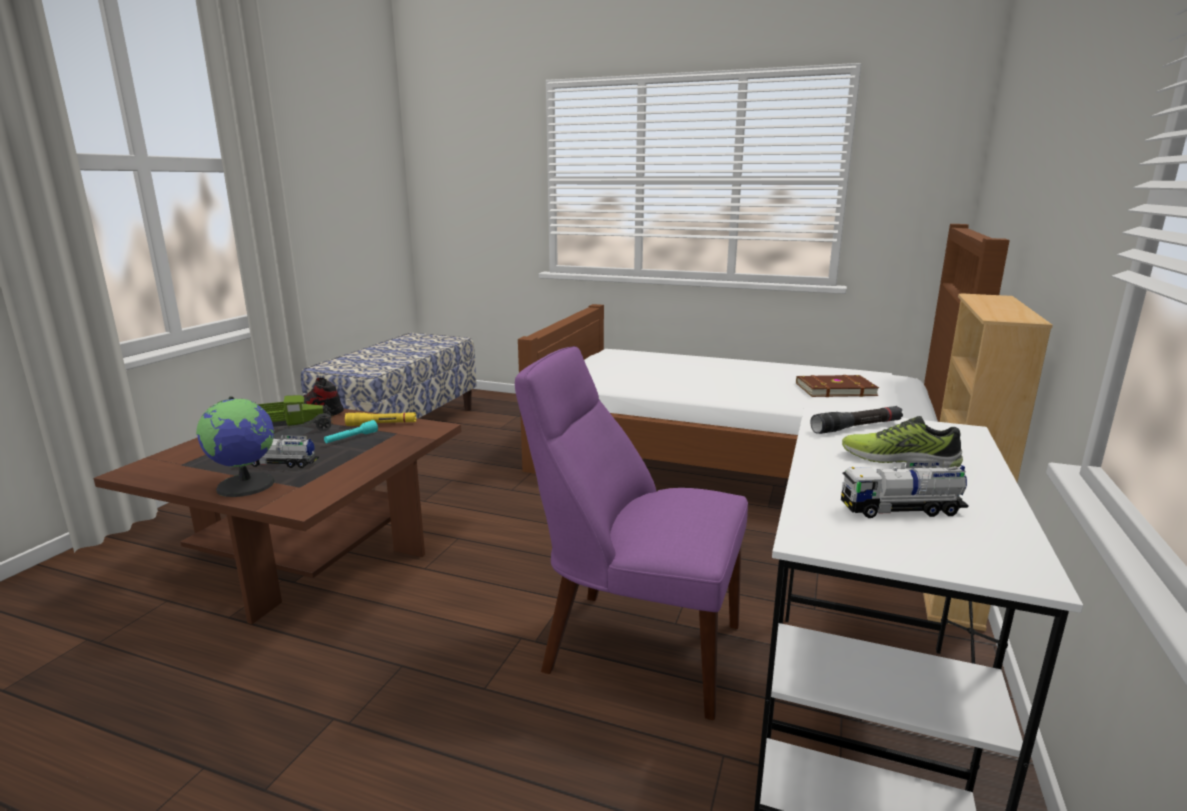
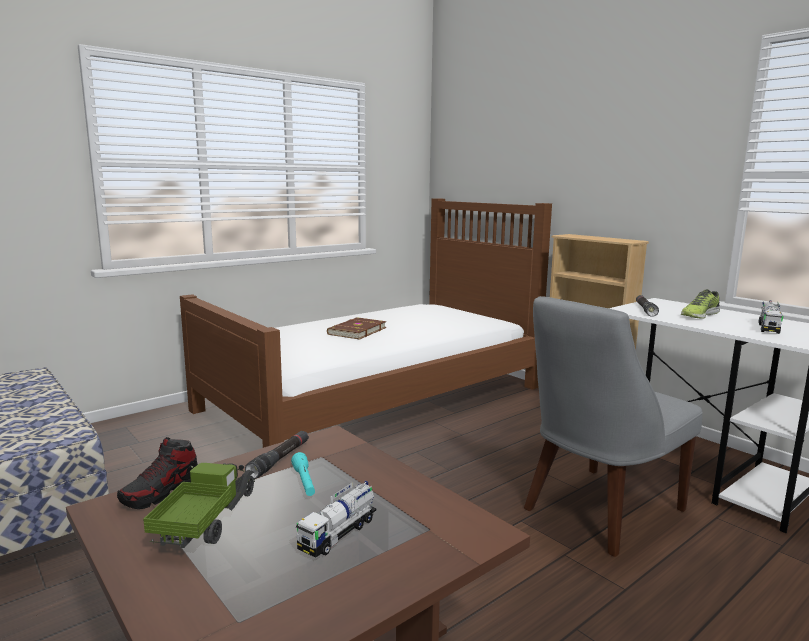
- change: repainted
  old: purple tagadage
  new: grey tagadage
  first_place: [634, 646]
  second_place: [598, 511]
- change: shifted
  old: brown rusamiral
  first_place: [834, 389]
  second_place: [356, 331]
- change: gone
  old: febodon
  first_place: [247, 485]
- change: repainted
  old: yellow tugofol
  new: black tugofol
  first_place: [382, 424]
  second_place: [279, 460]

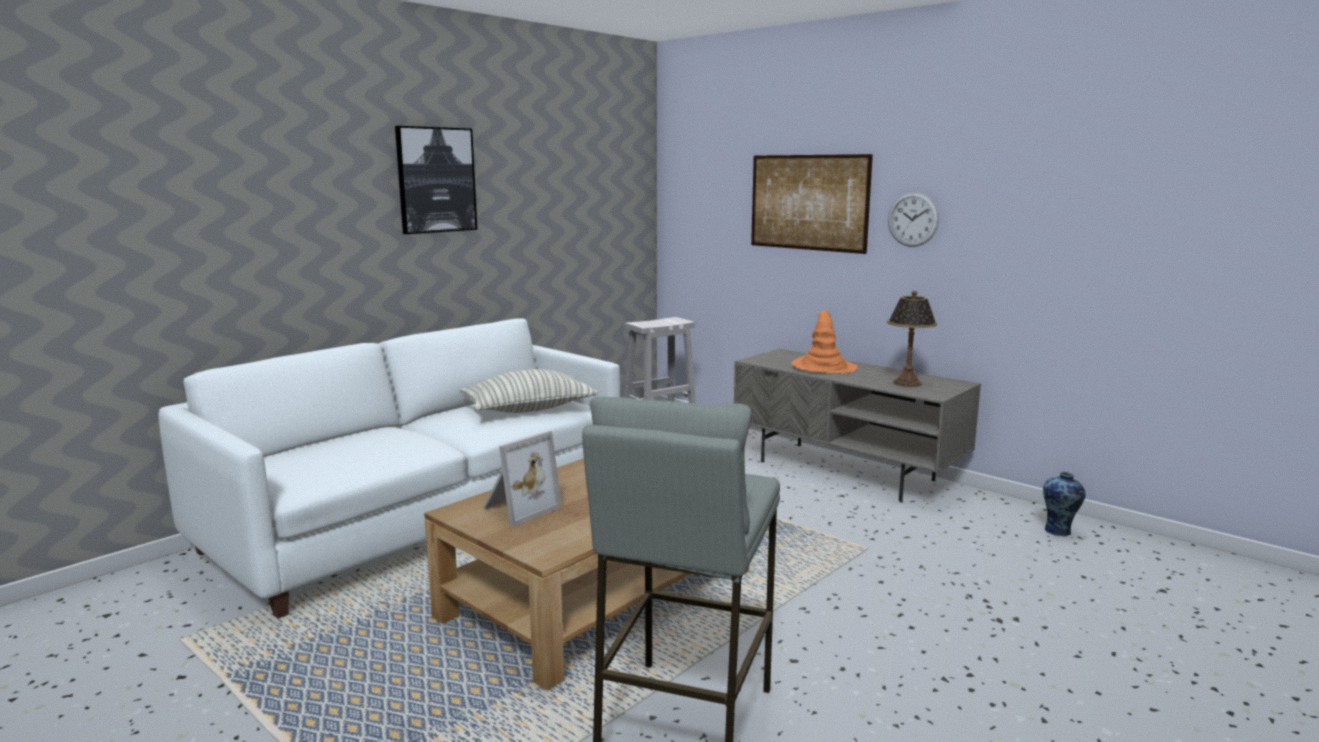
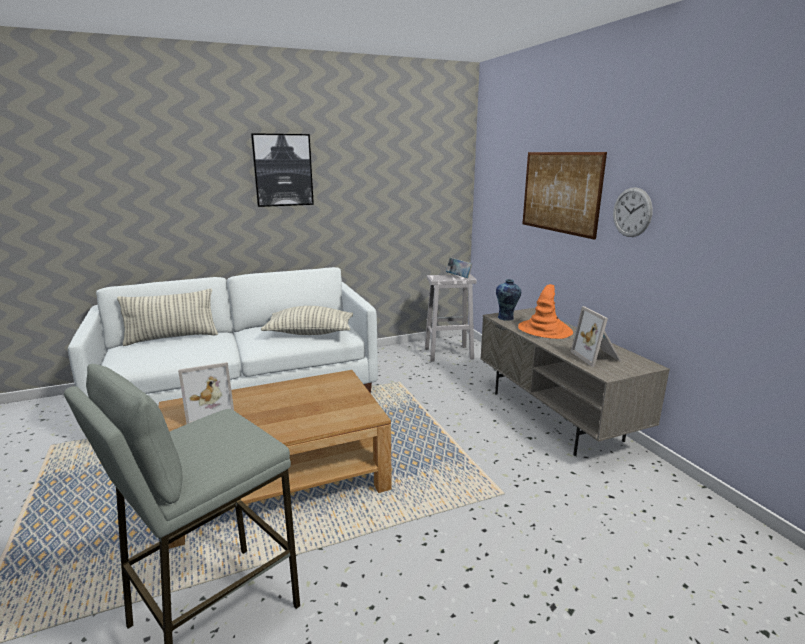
- change: swapped
  old: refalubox
  new: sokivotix
  first_place: [907, 383]
  second_place: [597, 357]
- change: shifted
  old: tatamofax
  first_place: [1059, 531]
  second_place: [506, 318]
- change: new
  new: rusamiral
  second_place: [458, 277]
- change: new
  new: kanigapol
  second_place: [172, 338]

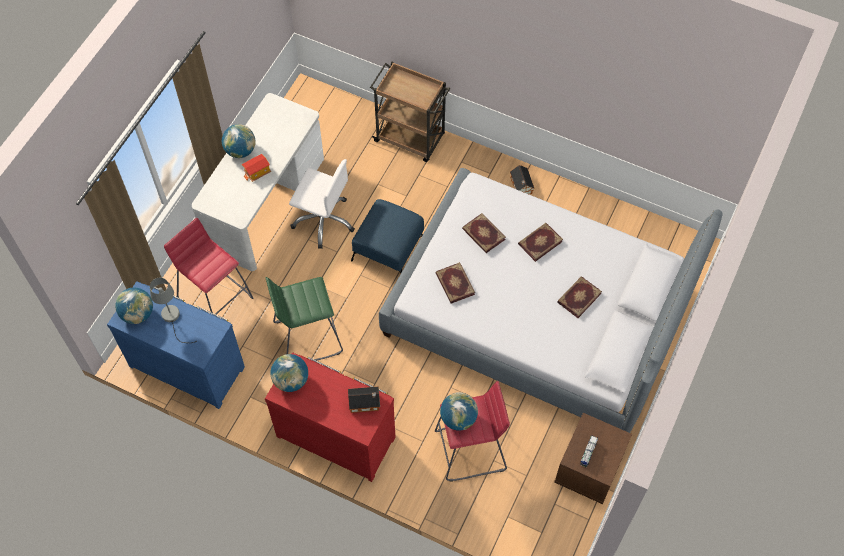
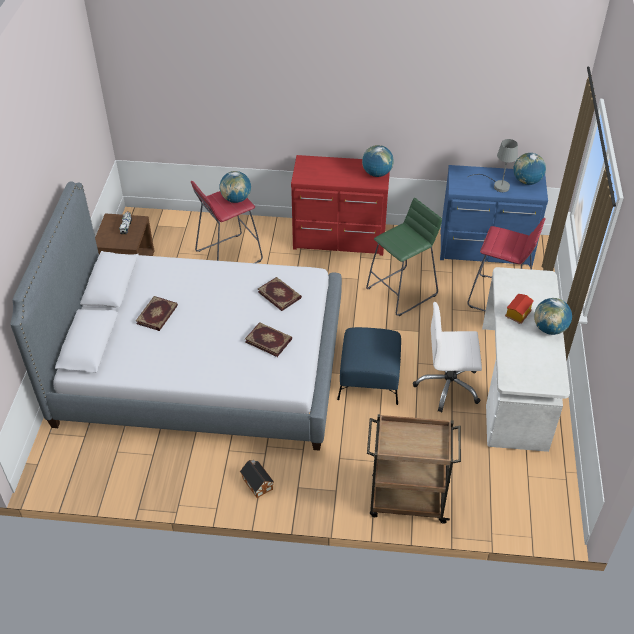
- change: gone
  old: rusamiral
  first_place: [539, 242]
- change: gone
  old: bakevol
  first_place: [365, 403]

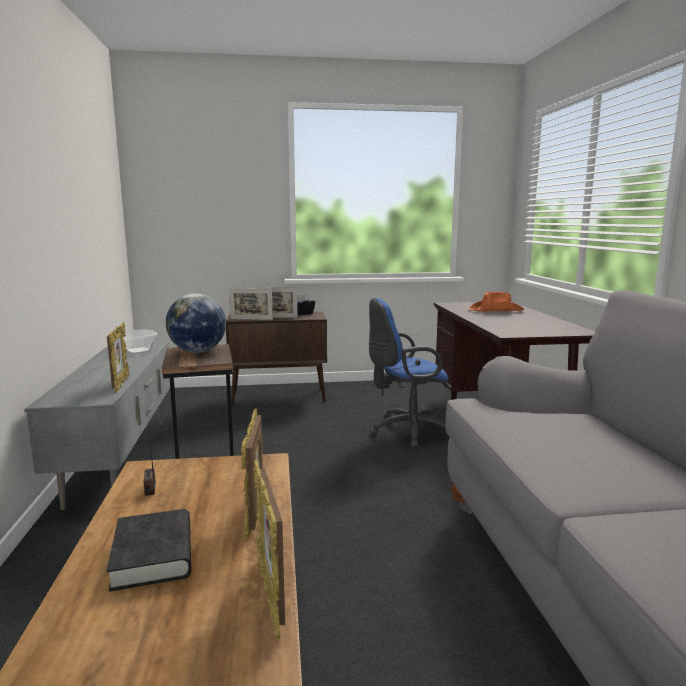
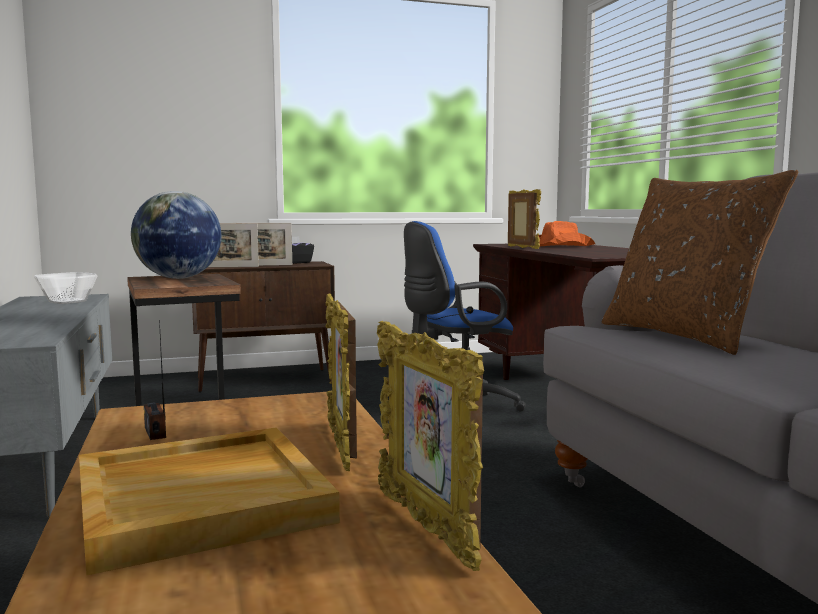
- change: shifted
  old: sokivotix
  first_place: [121, 384]
  second_place: [521, 248]
- change: swapped
  old: black rusamiral
  new: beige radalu
  first_place: [153, 555]
  second_place: [203, 499]
- change: new
  new: brown kanigapol
  second_place: [684, 336]

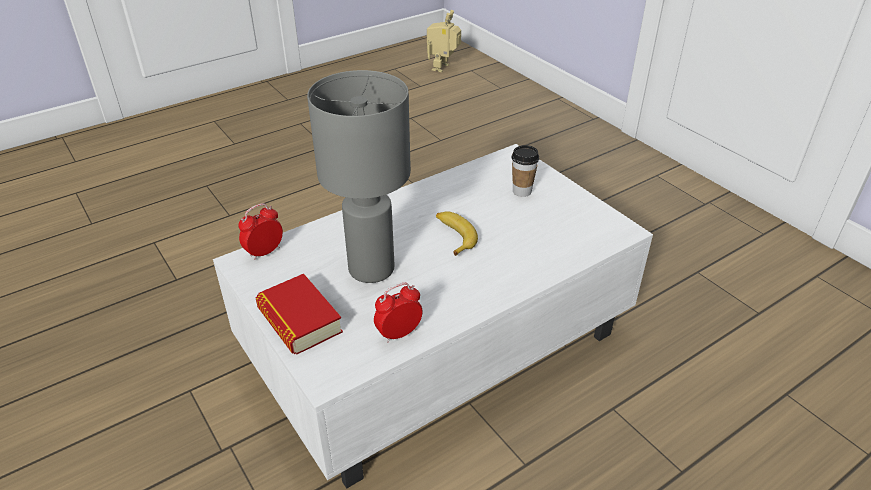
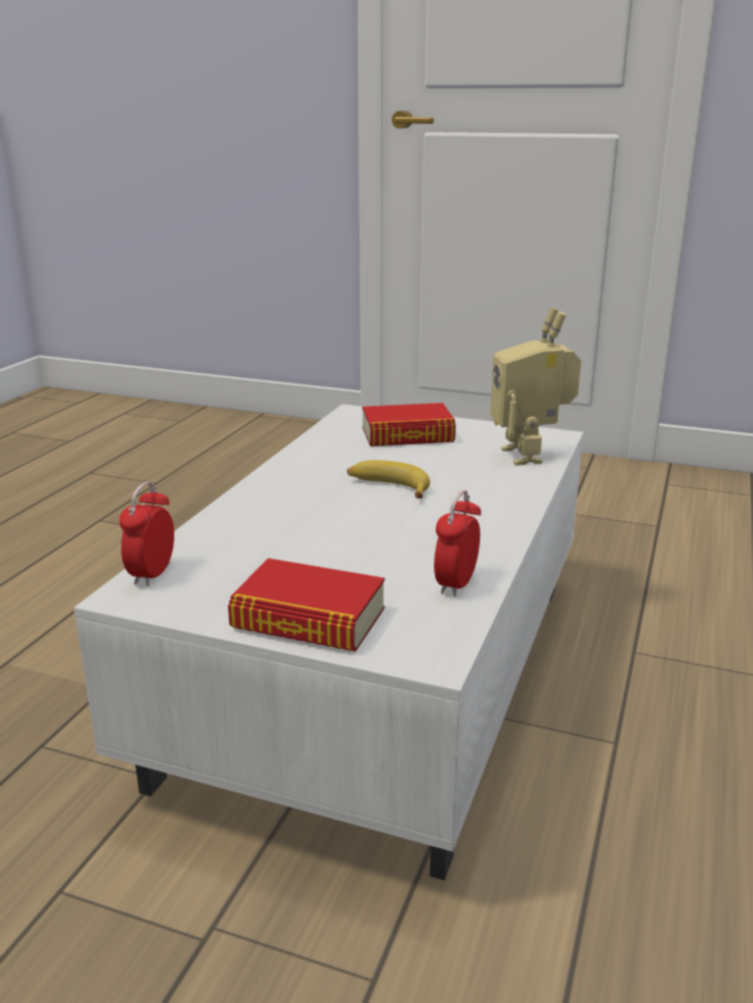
- change: shifted
  old: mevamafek
  first_place: [443, 68]
  second_place: [530, 455]
- change: gone
  old: grey refalubox
  first_place: [372, 269]
- change: swapped
  old: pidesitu
  new: rusamiral
  first_place: [522, 191]
  second_place: [407, 435]

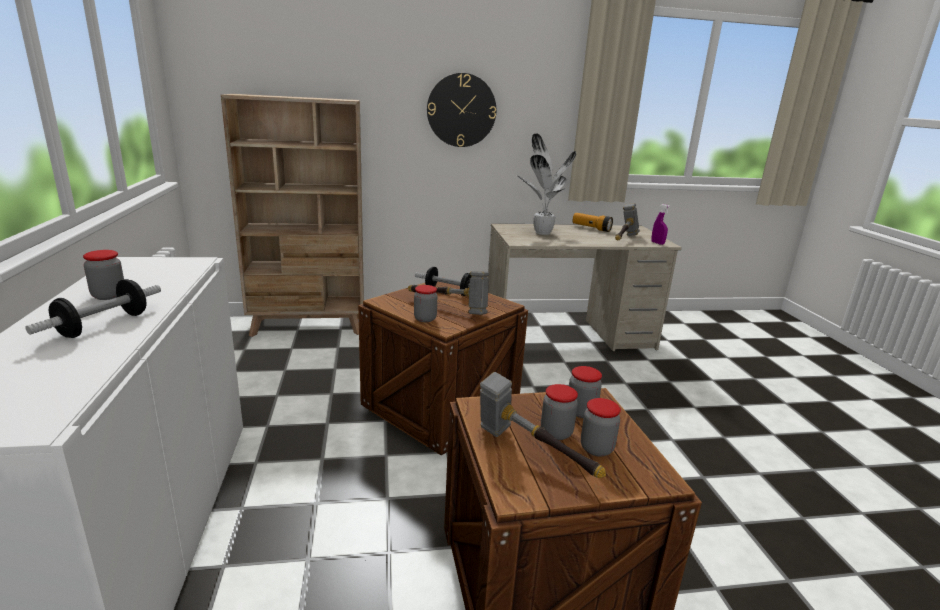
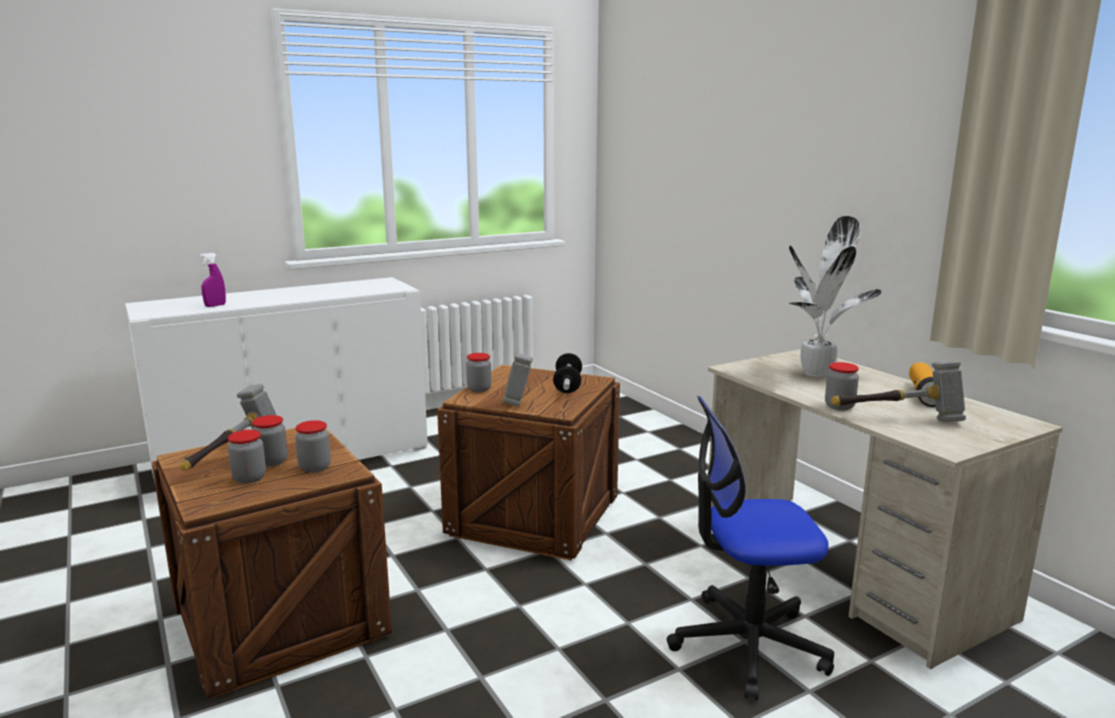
- change: gone
  old: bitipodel
  first_place: [461, 110]
- change: gone
  old: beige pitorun
  first_place: [309, 326]
- change: shifted
  old: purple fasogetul
  first_place: [657, 243]
  second_place: [215, 305]
- change: shifted
  old: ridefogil
  first_place: [109, 296]
  second_place: [839, 406]
- change: gone
  old: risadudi
  first_place: [103, 325]
- change: new
  new: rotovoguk
  second_place: [747, 644]

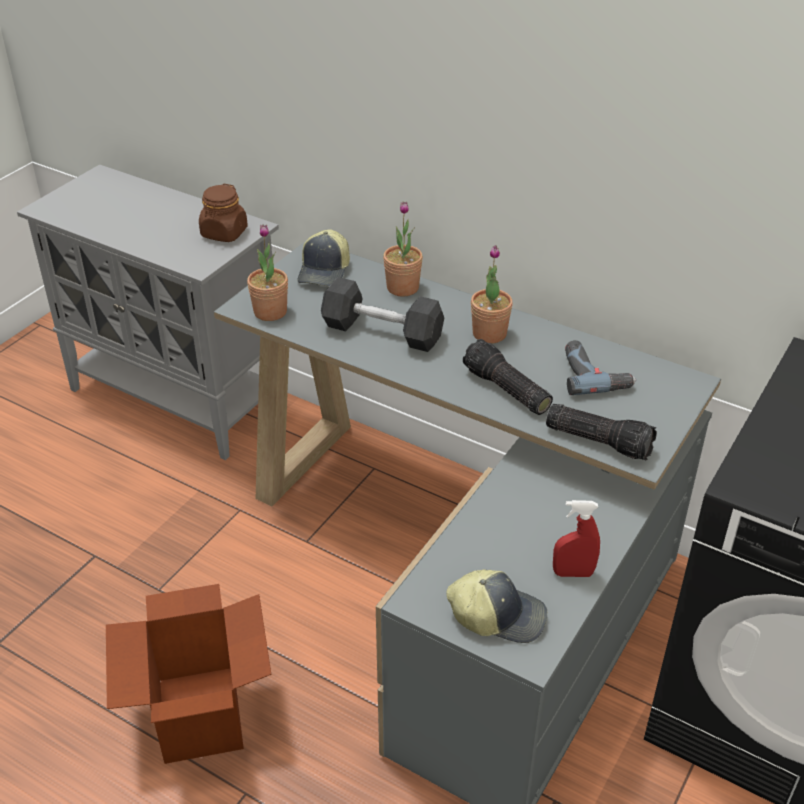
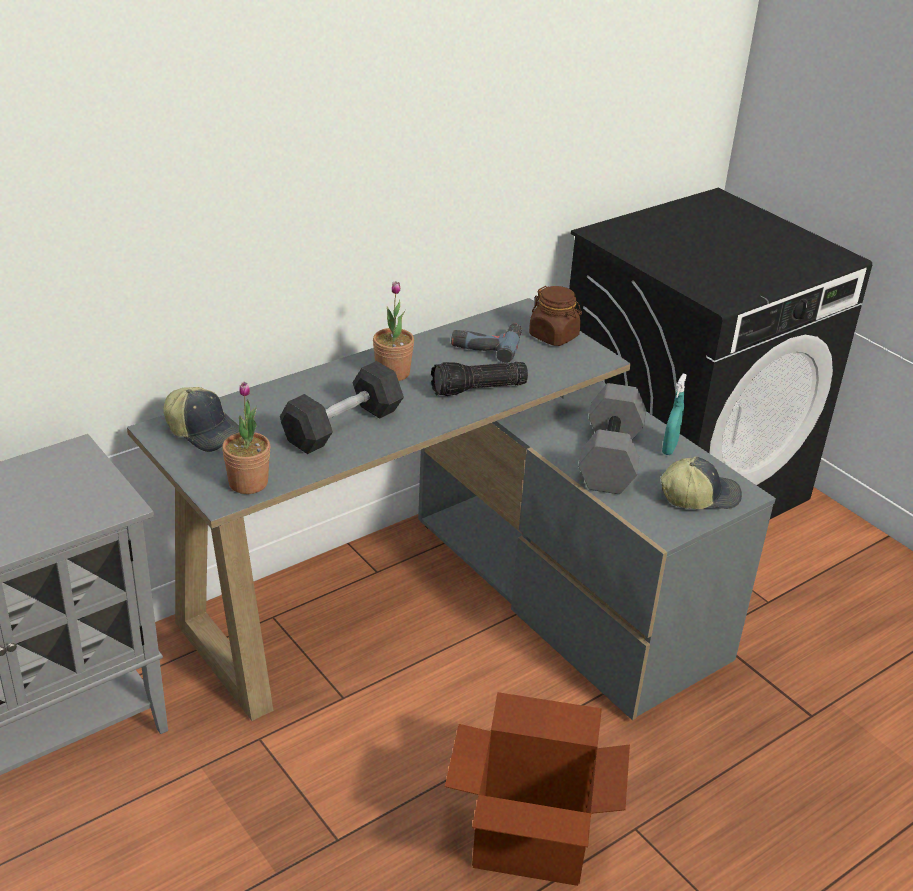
- change: shifted
  old: brown ridefogil
  first_place: [224, 233]
  second_place: [554, 336]
- change: gone
  old: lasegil
  first_place: [402, 288]
- change: gone
  old: tugofol
  first_place: [600, 440]
- change: repainted
  old: red fasogetul
  new: turquoise fasogetul
  first_place: [573, 573]
  second_place: [669, 448]
- change: rotated
  old: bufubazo
  first_place: [498, 615]
  second_place: [698, 496]
  degrees: 45
- change: new
  new: grey risadudi
  second_place: [612, 459]

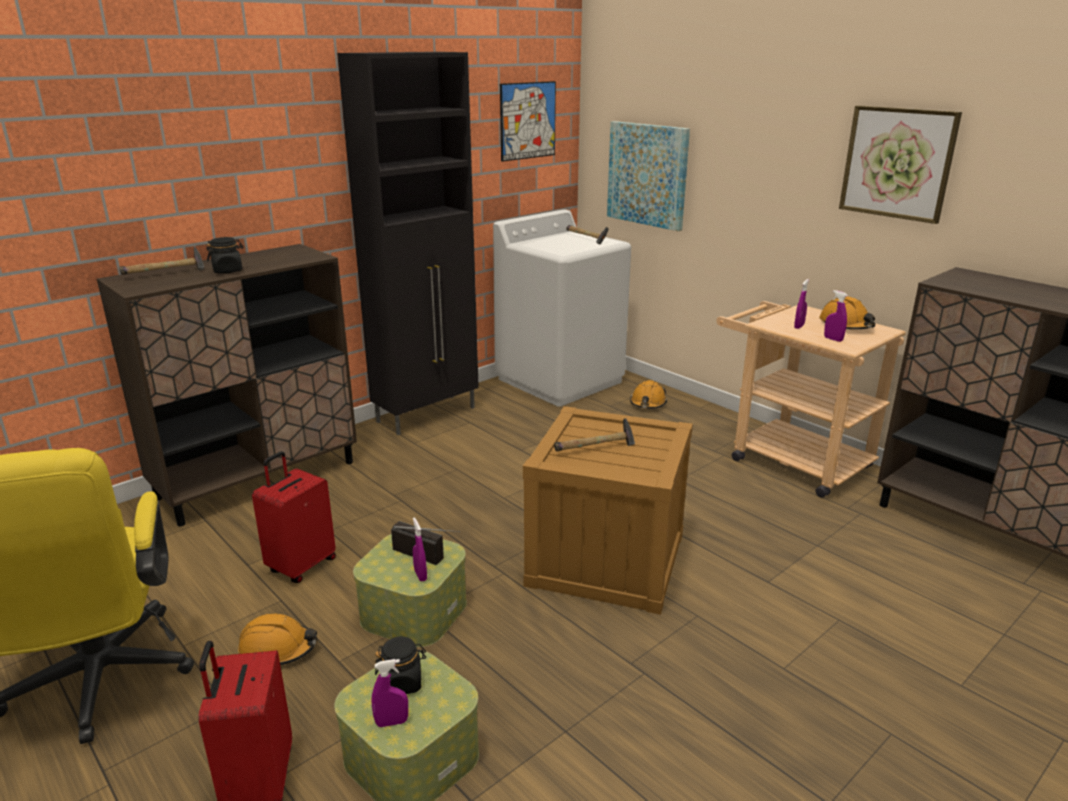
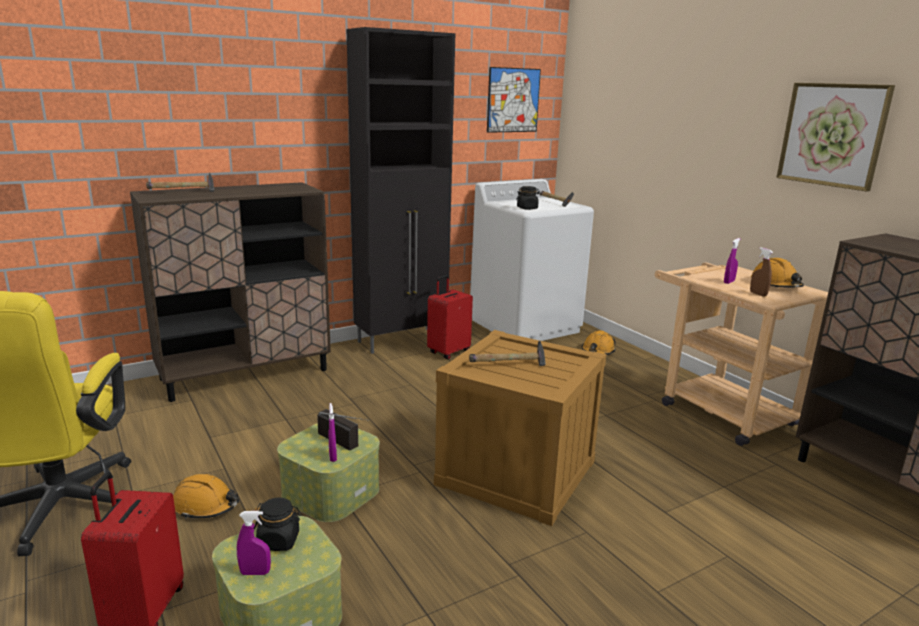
- change: gone
  old: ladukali
  first_place: [647, 175]
- change: shifted
  old: black ridefogil
  first_place: [228, 271]
  second_place: [527, 208]
- change: repainted
  old: purple fasogetul
  new: brown fasogetul
  first_place: [833, 339]
  second_place: [758, 294]
- change: shifted
  old: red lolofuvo
  first_place: [301, 565]
  second_place: [448, 352]

